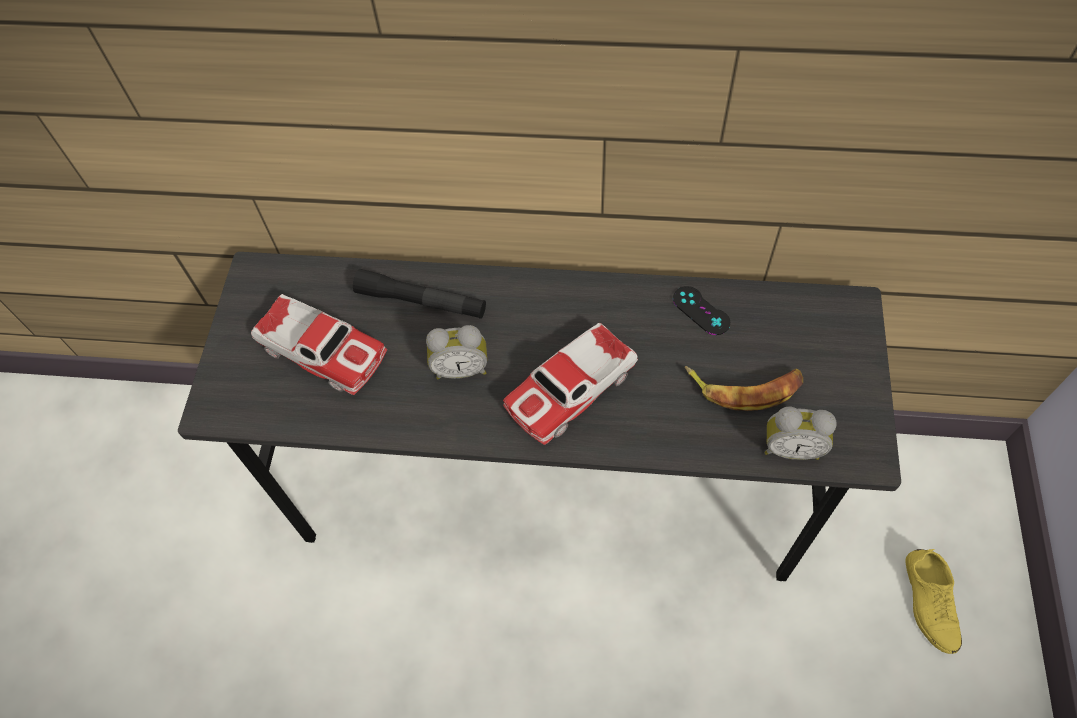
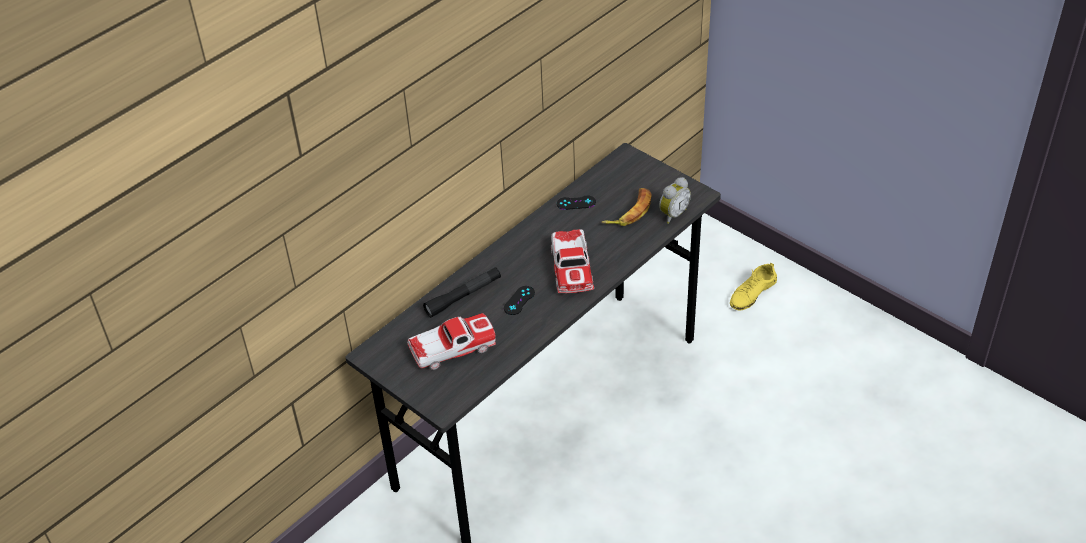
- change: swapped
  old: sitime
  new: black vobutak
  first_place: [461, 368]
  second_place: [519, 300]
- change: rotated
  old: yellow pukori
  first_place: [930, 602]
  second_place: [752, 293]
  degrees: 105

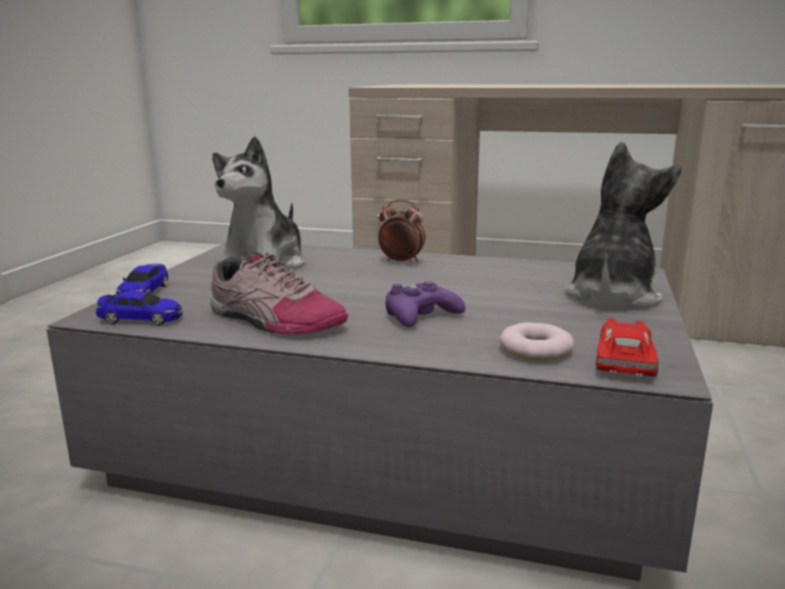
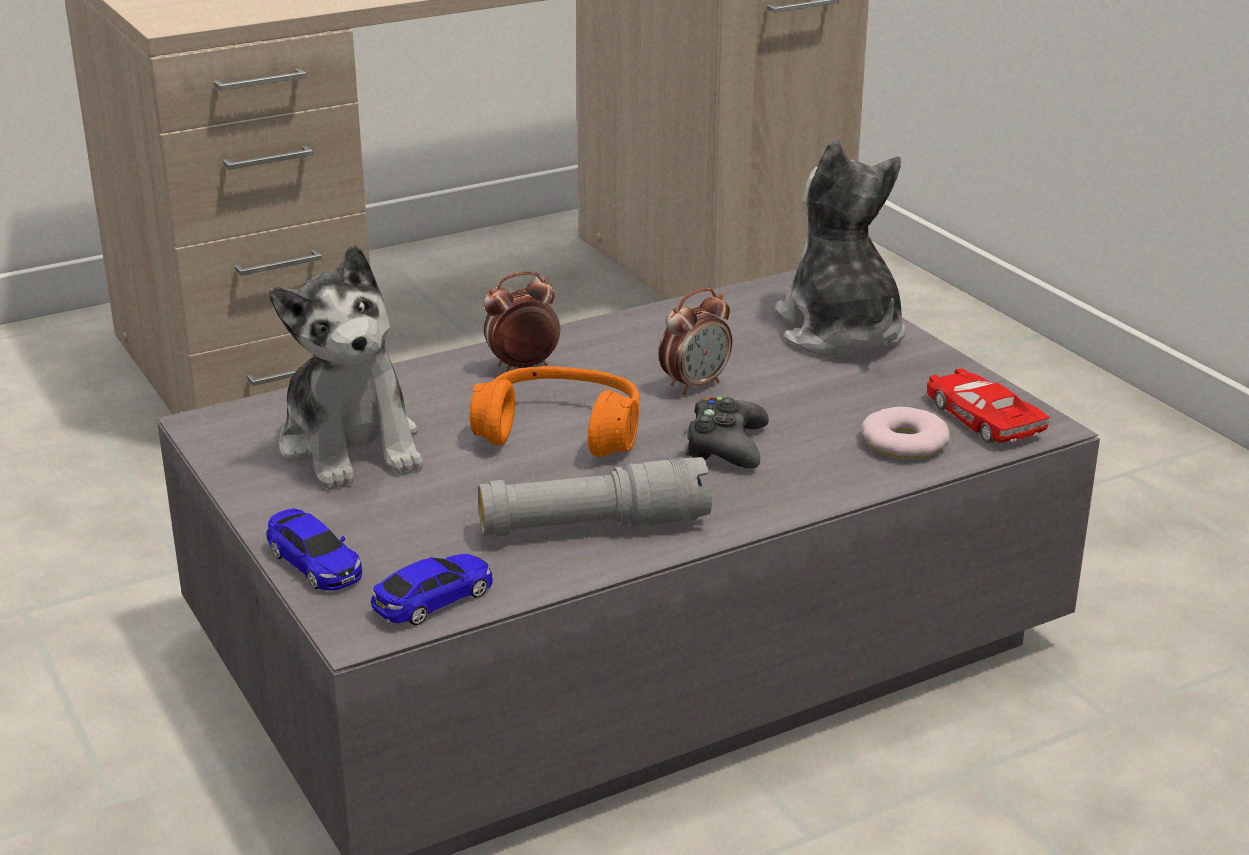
- change: swapped
  old: pukori
  new: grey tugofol
  first_place: [273, 321]
  second_place: [594, 526]
- change: repainted
  old: purple vobutak
  new: black vobutak
  first_place: [421, 316]
  second_place: [726, 446]
- change: new
  new: sitime
  second_place: [695, 385]
- change: new
  new: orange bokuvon
  second_place: [560, 432]

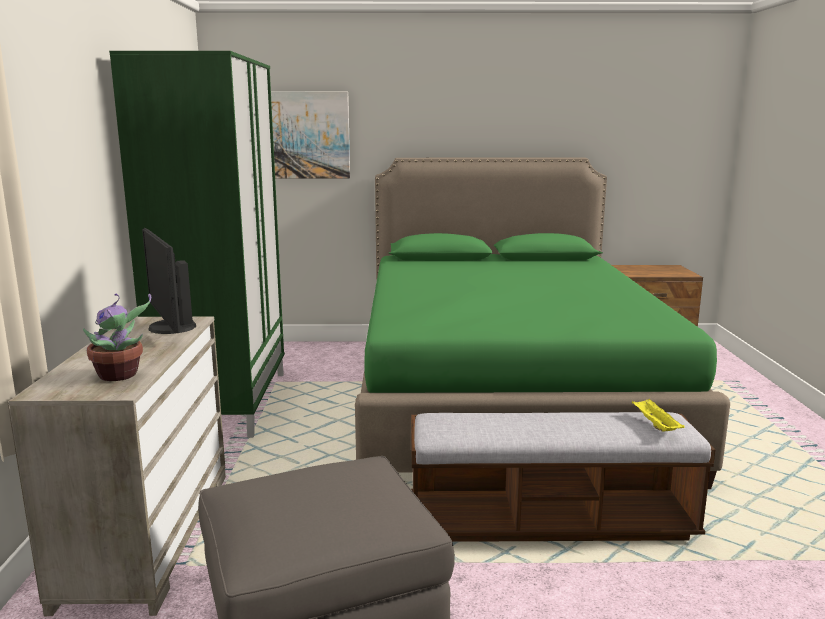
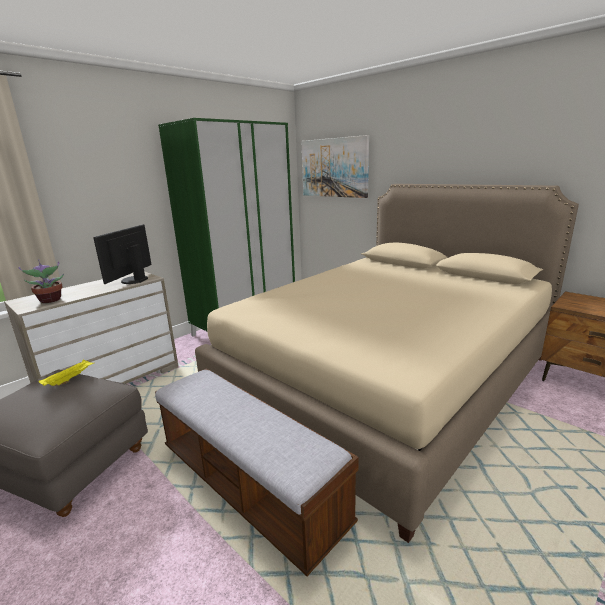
- change: repainted
  old: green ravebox
  new: beige ravebox
  first_place: [504, 398]
  second_place: [387, 380]
- change: shifted
  old: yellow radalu
  first_place: [655, 425]
  second_place: [70, 379]

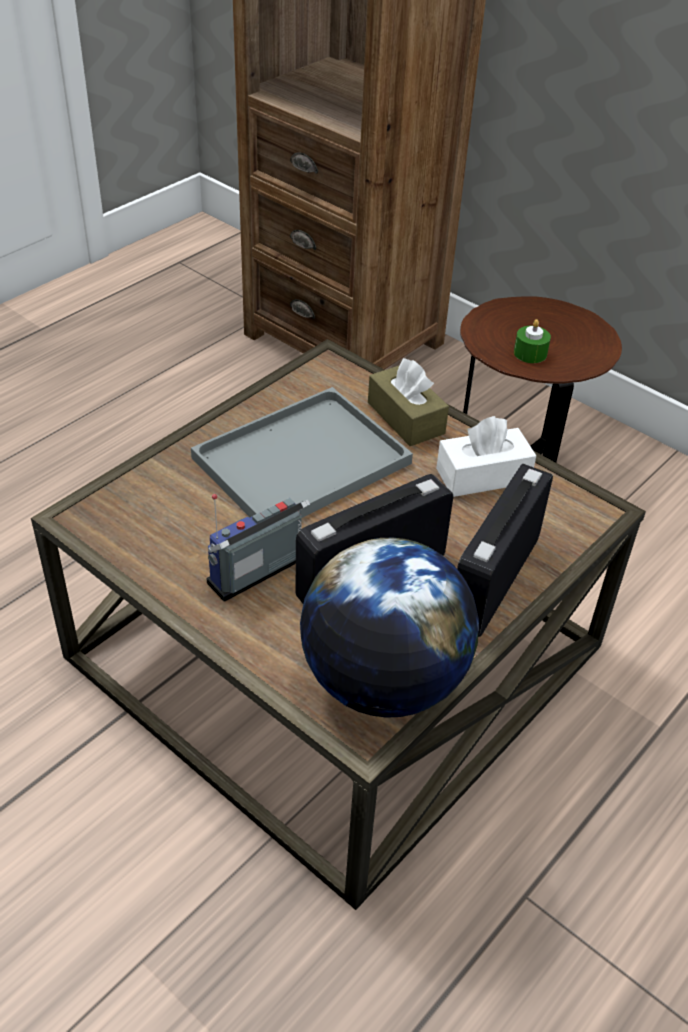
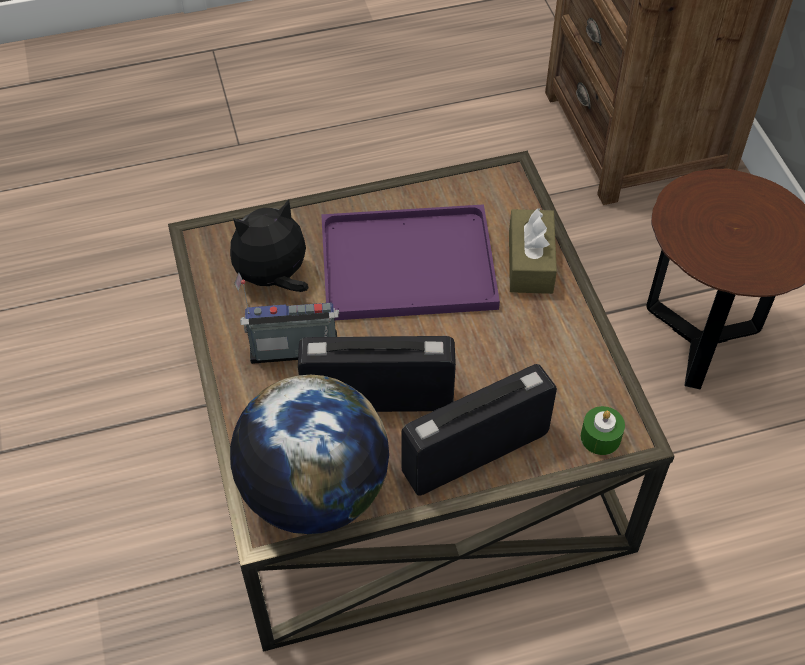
- change: shifted
  old: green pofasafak
  first_place: [530, 353]
  second_place: [600, 437]
- change: repainted
  old: grey radalu
  new: purple radalu
  first_place: [300, 463]
  second_place: [404, 266]
- change: gone
  old: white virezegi
  first_place: [483, 476]
- change: new
  new: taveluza
  second_place: [273, 279]

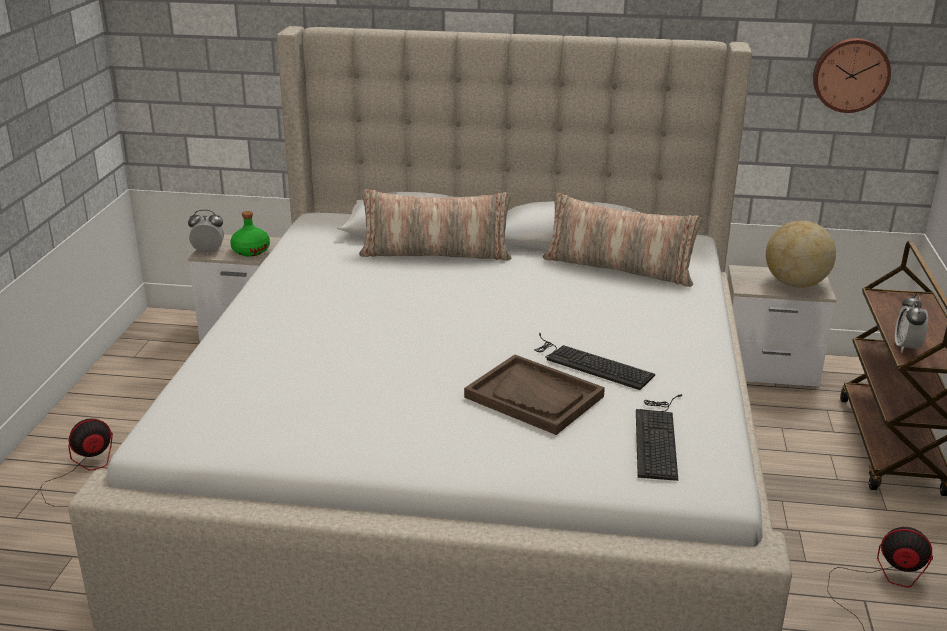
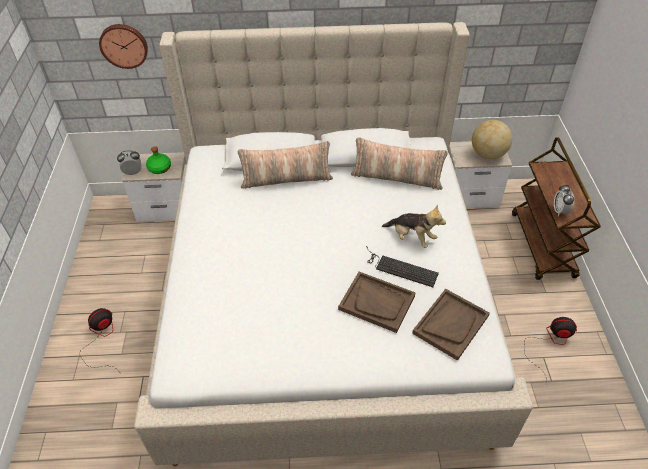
- change: shifted
  old: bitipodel
  first_place: [850, 74]
  second_place: [124, 45]
- change: swapped
  old: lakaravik
  new: brown radalu
  first_place: [657, 436]
  second_place: [450, 324]
- change: new
  new: taveluza
  second_place: [411, 238]

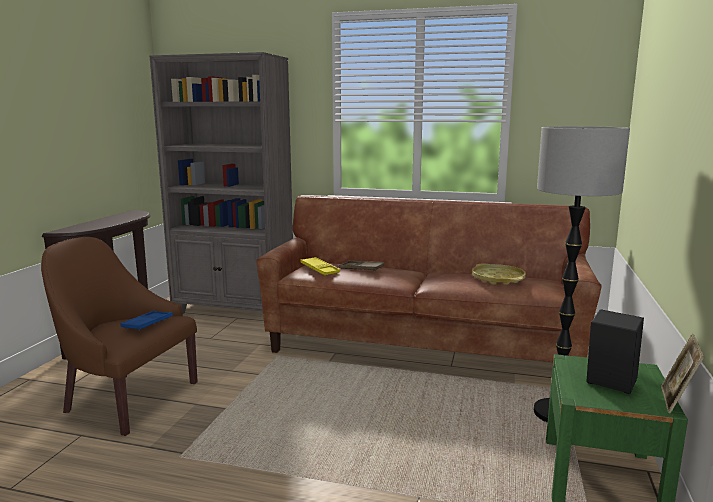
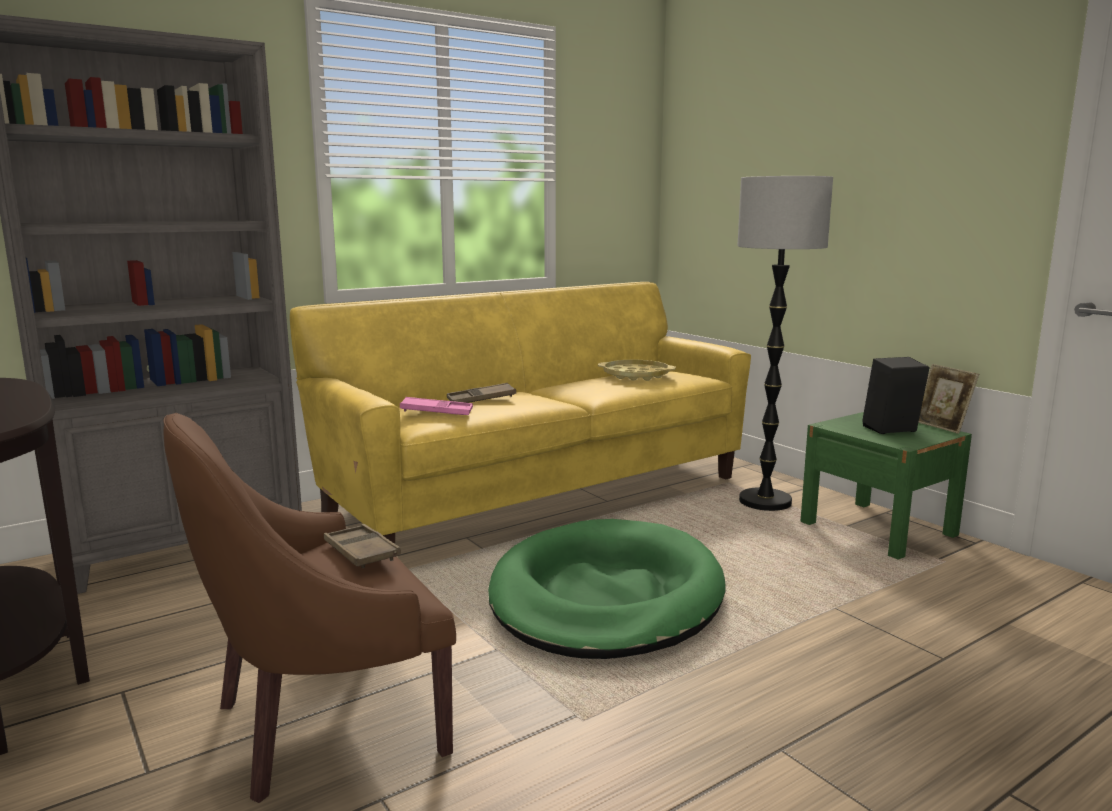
- change: repainted
  old: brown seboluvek
  new: yellow seboluvek
  first_place: [421, 346]
  second_place: [539, 495]
- change: repainted
  old: yellow radalu
  new: pink radalu
  first_place: [319, 269]
  second_place: [437, 412]
- change: repainted
  old: blue radalu
  new: brown radalu
  first_place: [147, 324]
  second_place: [361, 552]
- change: new
  new: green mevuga
  second_place: [606, 597]

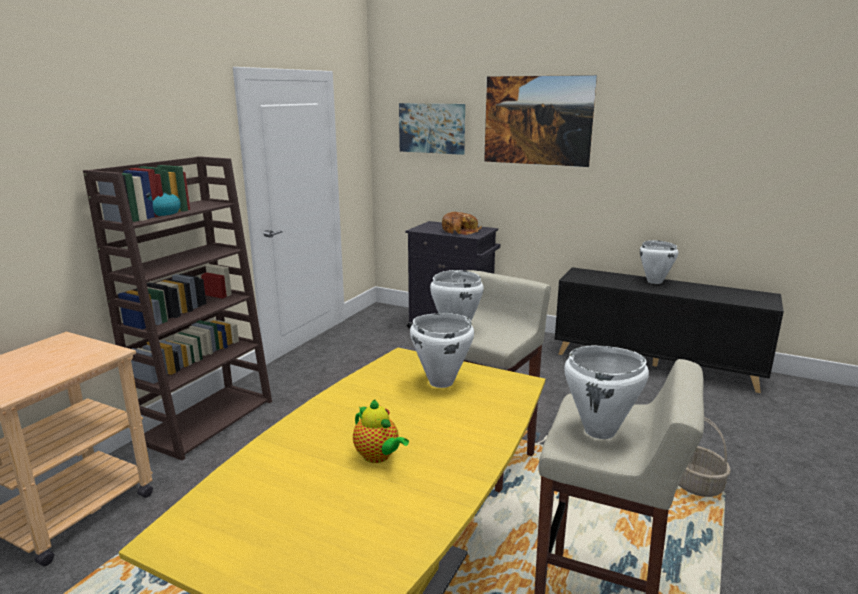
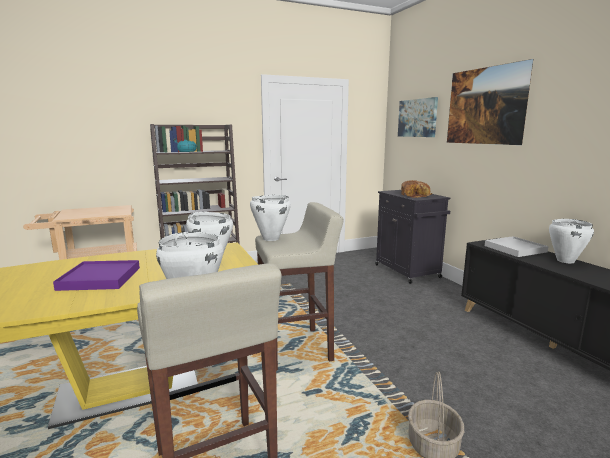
- change: swapped
  old: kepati
  new: purple radalu
  first_place: [378, 456]
  second_place: [100, 278]
- change: new
  new: white radalu
  second_place: [515, 249]

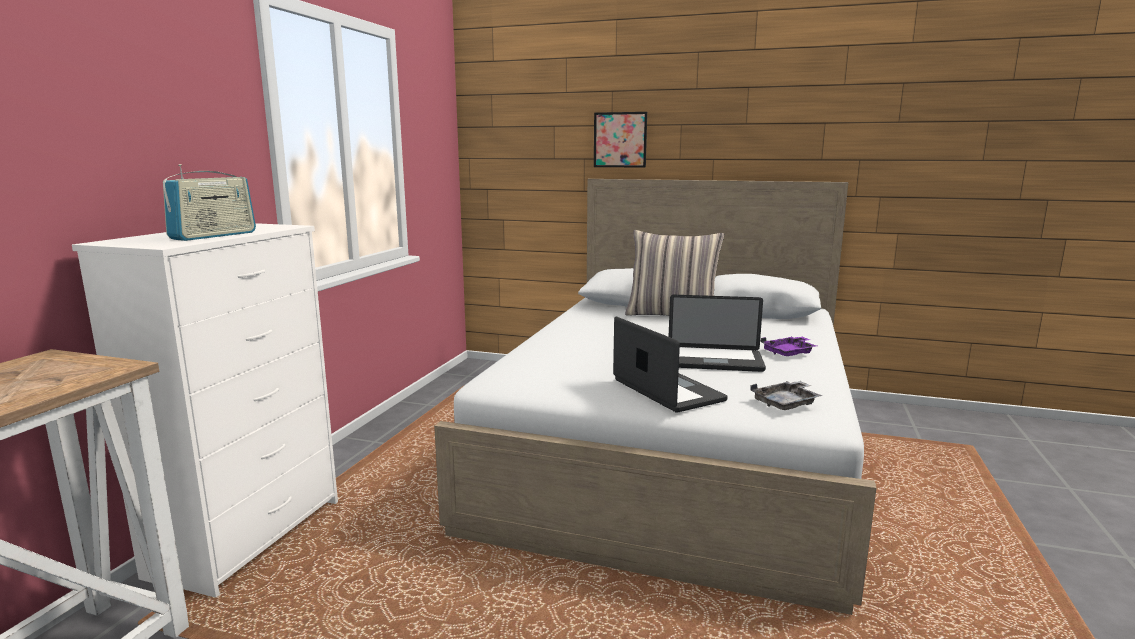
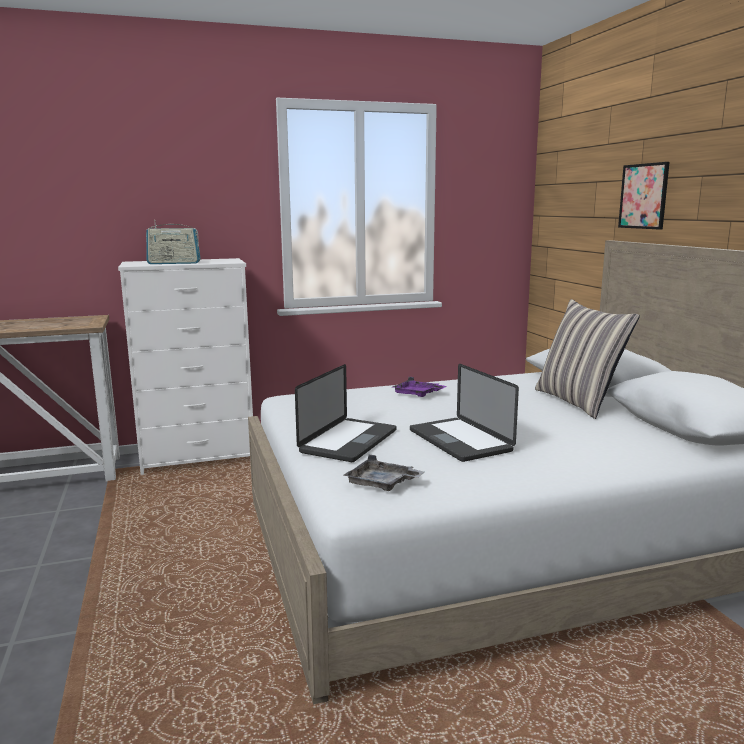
- change: shifted
  old: purple radalu
  first_place: [789, 353]
  second_place: [417, 394]

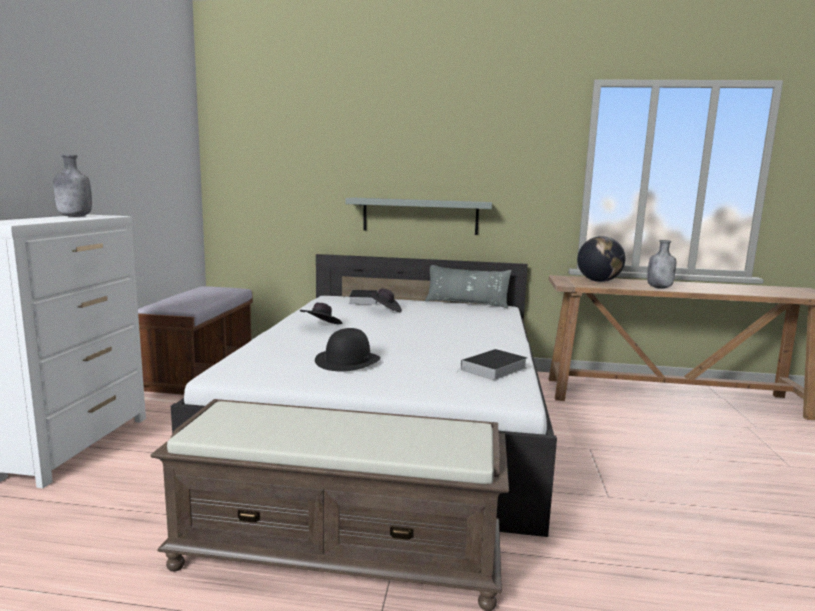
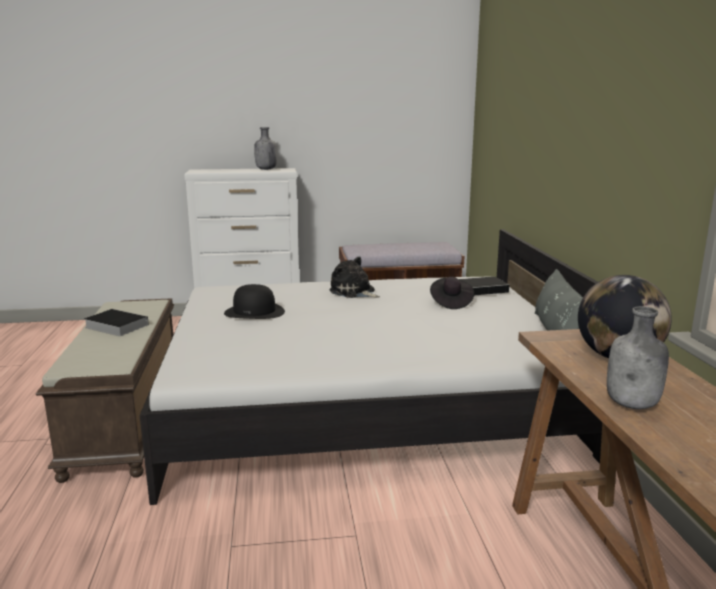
- change: gone
  old: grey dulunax
  first_place: [420, 216]
- change: swapped
  old: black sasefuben
  new: taveluza
  first_place: [321, 327]
  second_place: [354, 292]
- change: shifted
  old: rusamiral
  first_place: [493, 369]
  second_place: [115, 326]

